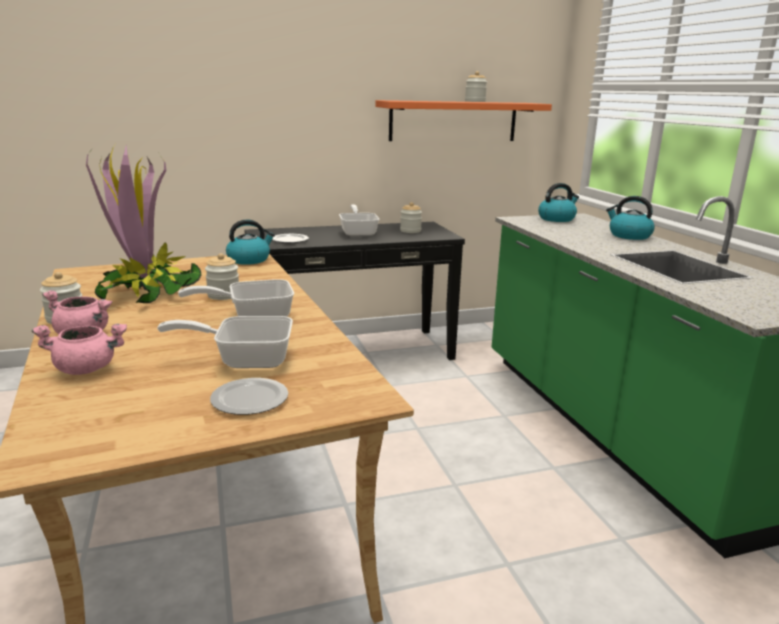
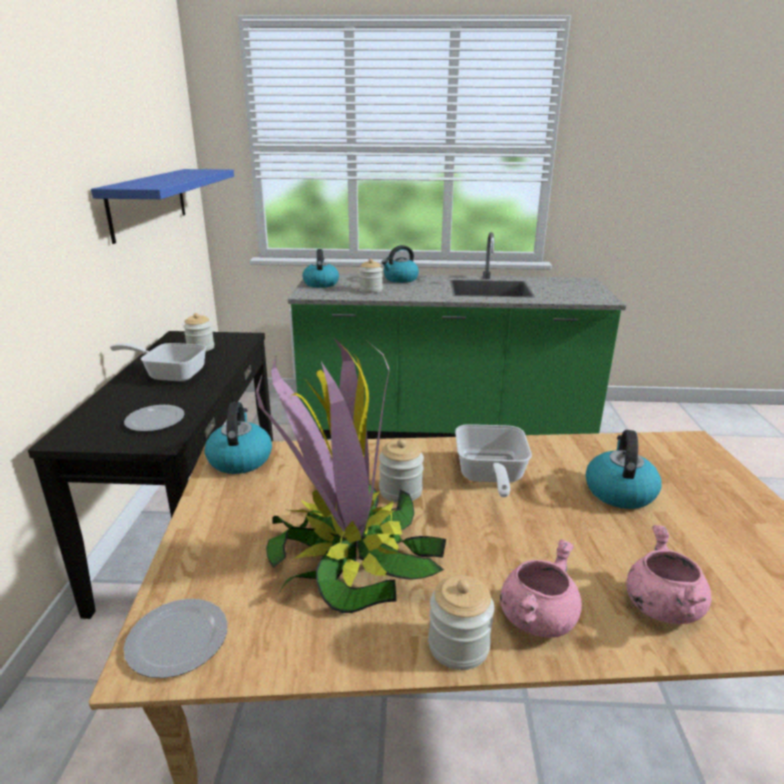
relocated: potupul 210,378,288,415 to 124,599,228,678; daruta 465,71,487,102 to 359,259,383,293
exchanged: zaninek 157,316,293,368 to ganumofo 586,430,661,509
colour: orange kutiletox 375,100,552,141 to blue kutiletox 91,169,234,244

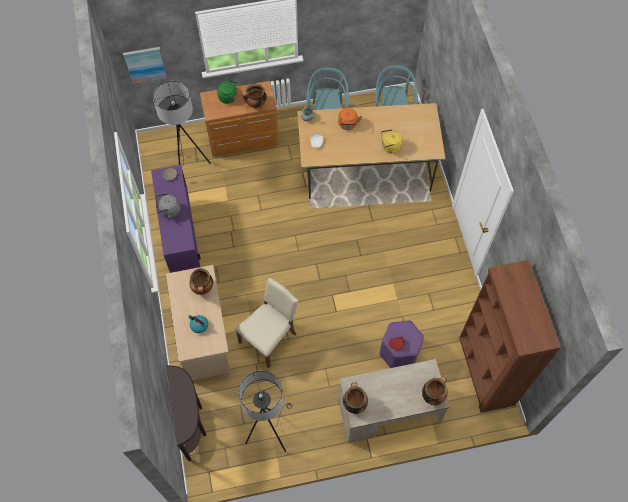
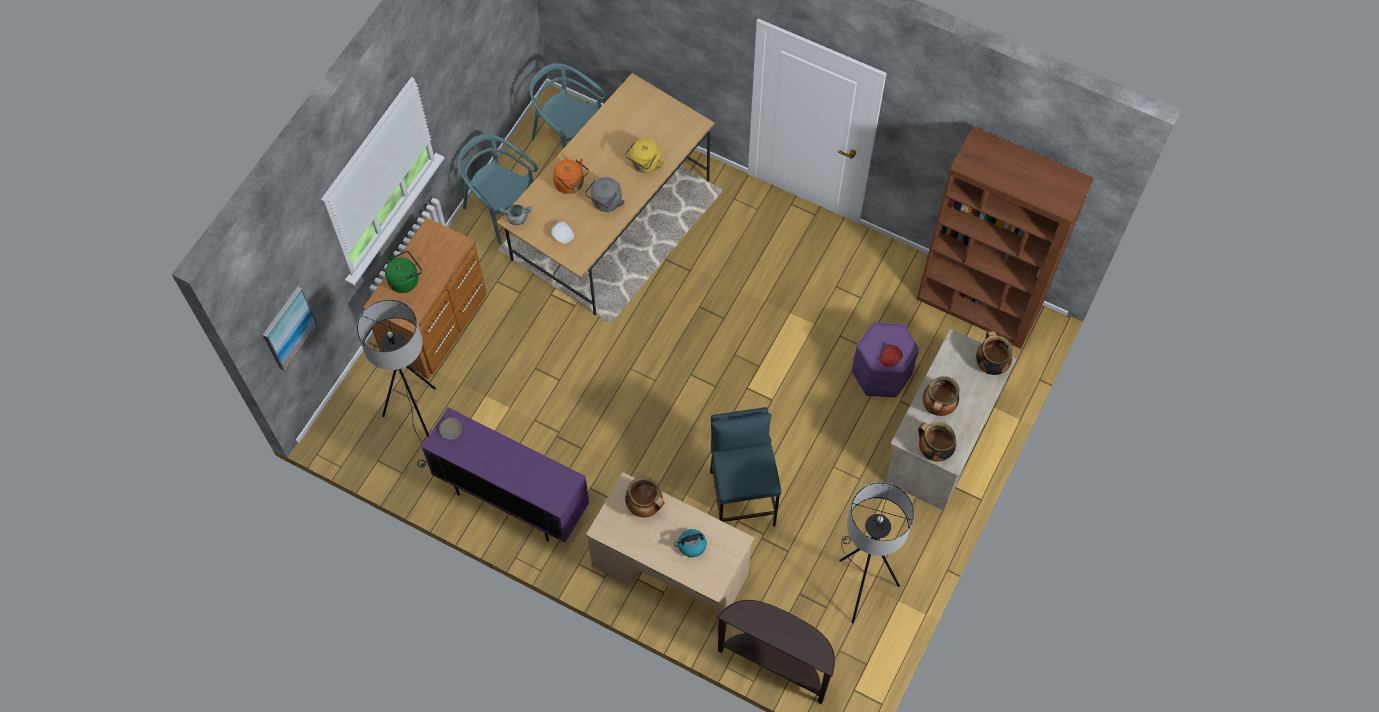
relocated: grey ganumofo 156,193,180,219 to 585,177,625,212; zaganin 242,84,267,108 to 923,376,959,416
exchanged: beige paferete 235,277,299,368 to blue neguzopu 710,407,781,527

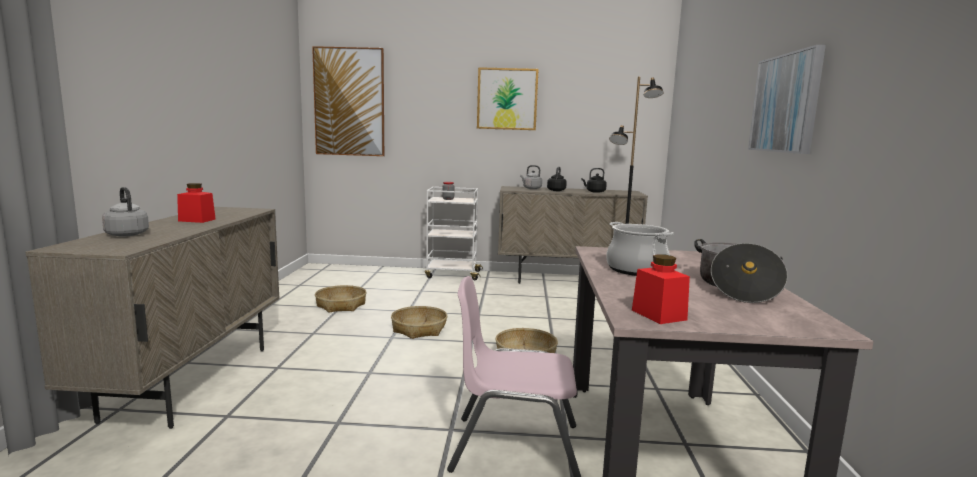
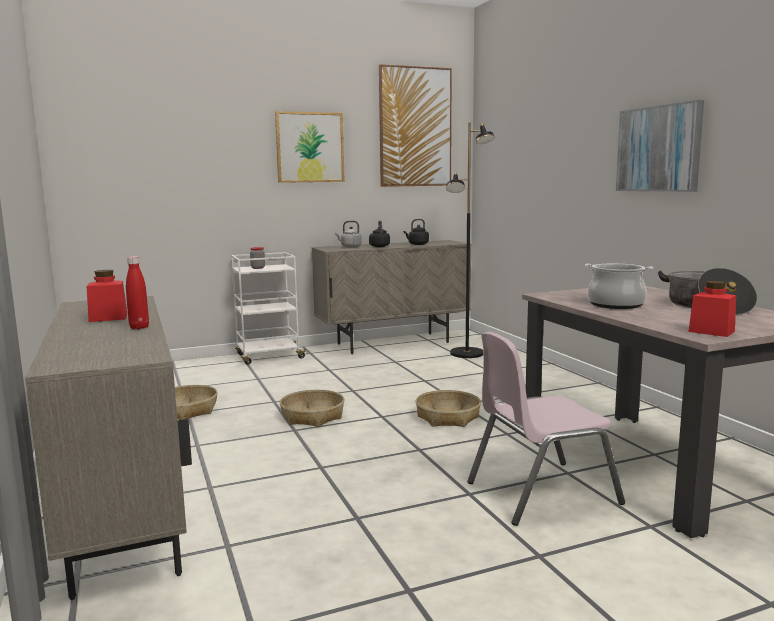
missing: grey ganumofo 102,187,149,237
appeared: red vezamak 126,256,149,329
relocated: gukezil 312,46,384,156 to 379,64,452,187

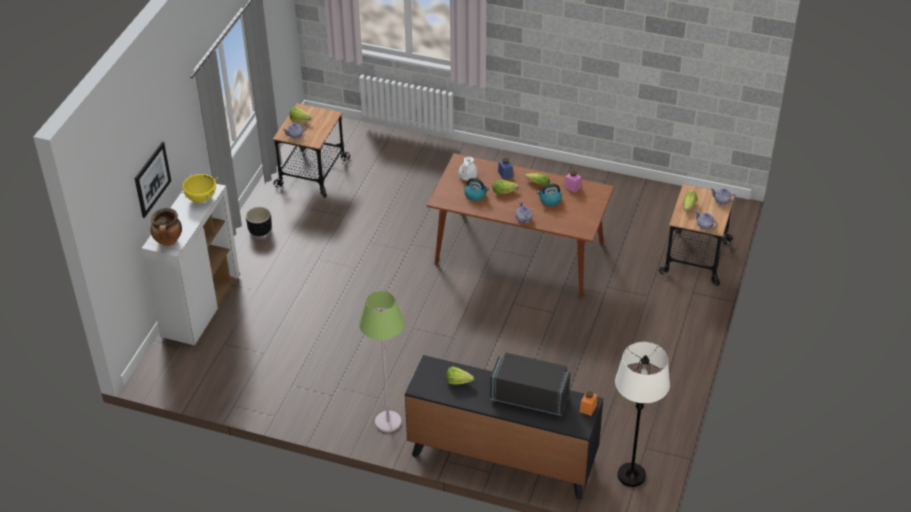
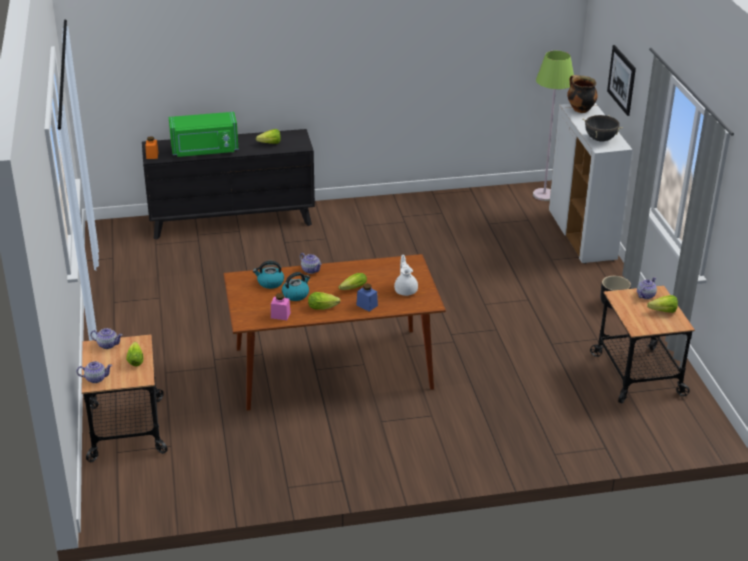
missing: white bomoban 615,342,670,487
relocated: green bomoban 359,291,405,432 to 533,51,574,201; ganumofo 464,178,489,201 to 253,261,284,289
colour: yellow zaganin 180,174,218,203 to black zaganin 582,115,623,142; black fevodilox 490,353,570,416 to green fevodilox 169,112,239,157

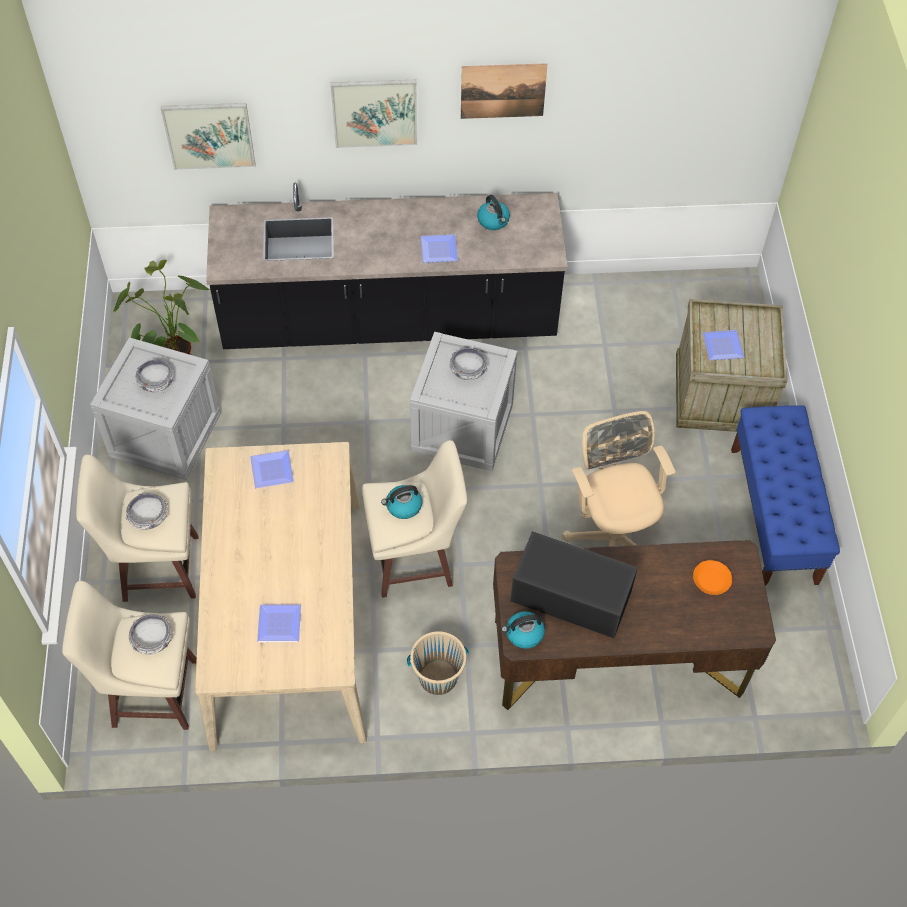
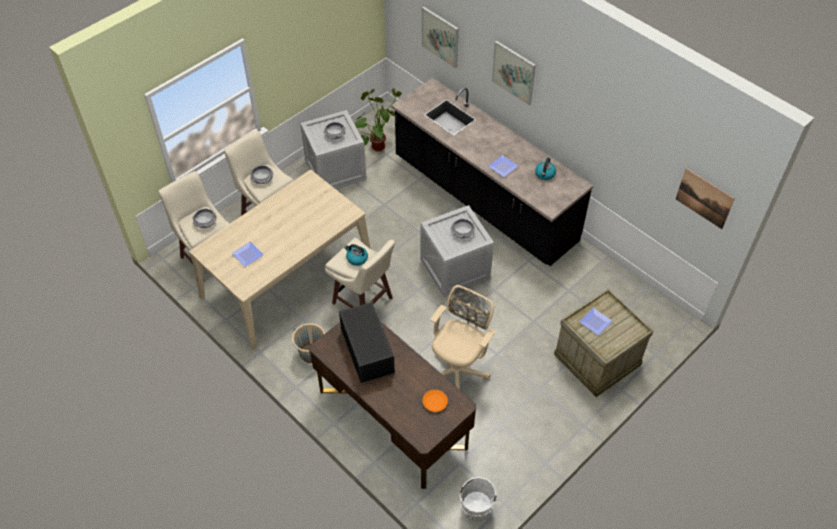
missing: potupul 250,450,294,488; ganumofo 501,611,545,649; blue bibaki 731,405,840,586
appeared: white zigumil 458,477,497,521
relocated: gukezil 461,63,548,119 to 676,168,735,229

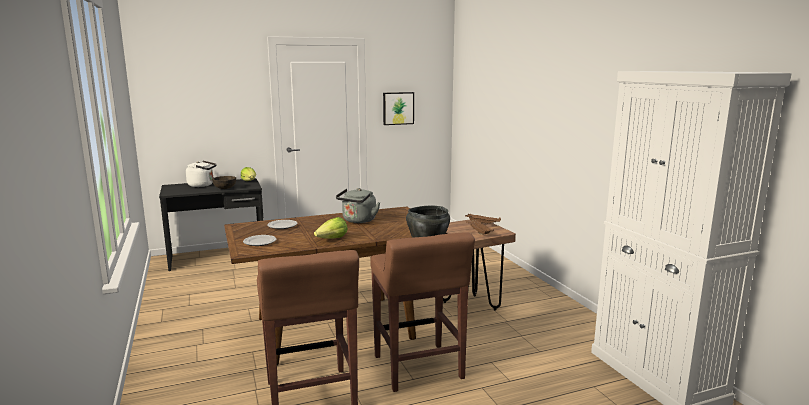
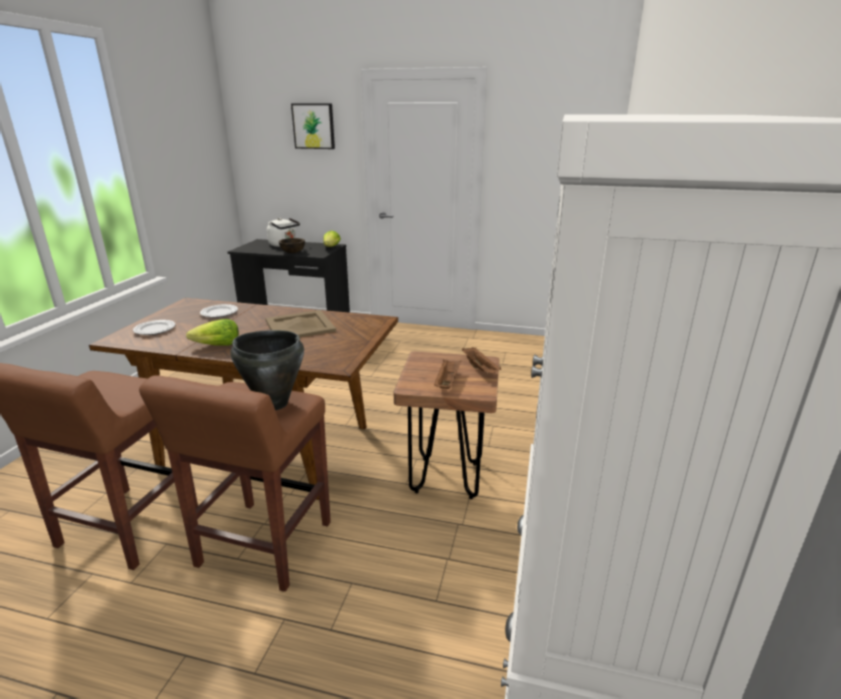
relocated: gukezil 383,92,414,125 to 291,104,335,149
exchanged: grey ganumofo 336,188,380,223 to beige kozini 265,310,336,337

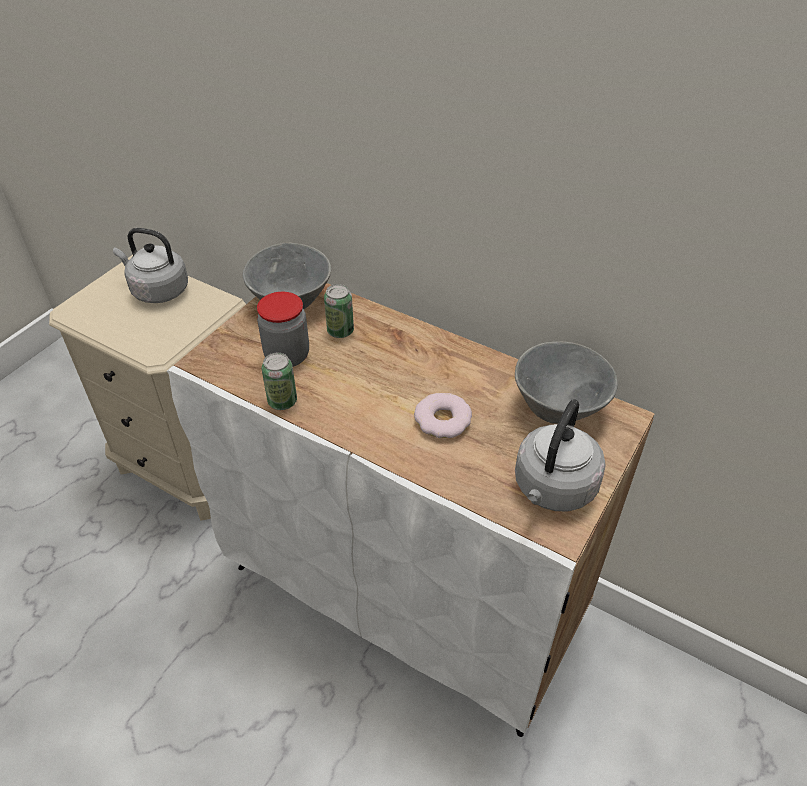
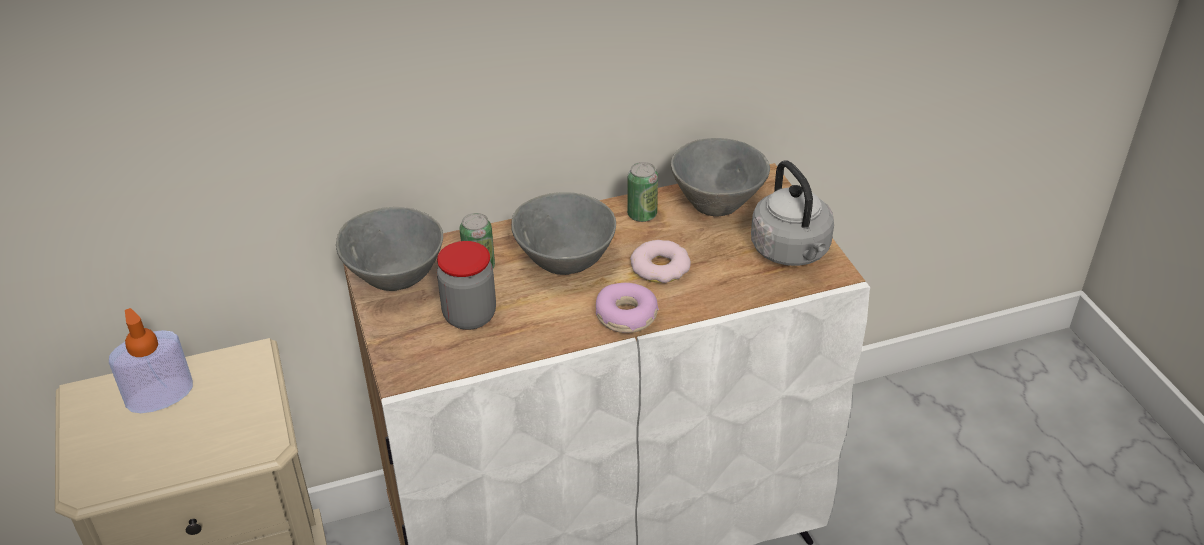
appeared: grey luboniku 511,192,616,275; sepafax 595,283,659,333
relocated: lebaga 262,353,297,410 to 627,162,658,222
exchanged: grey ganumofo 113,228,188,303 to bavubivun 109,308,193,413

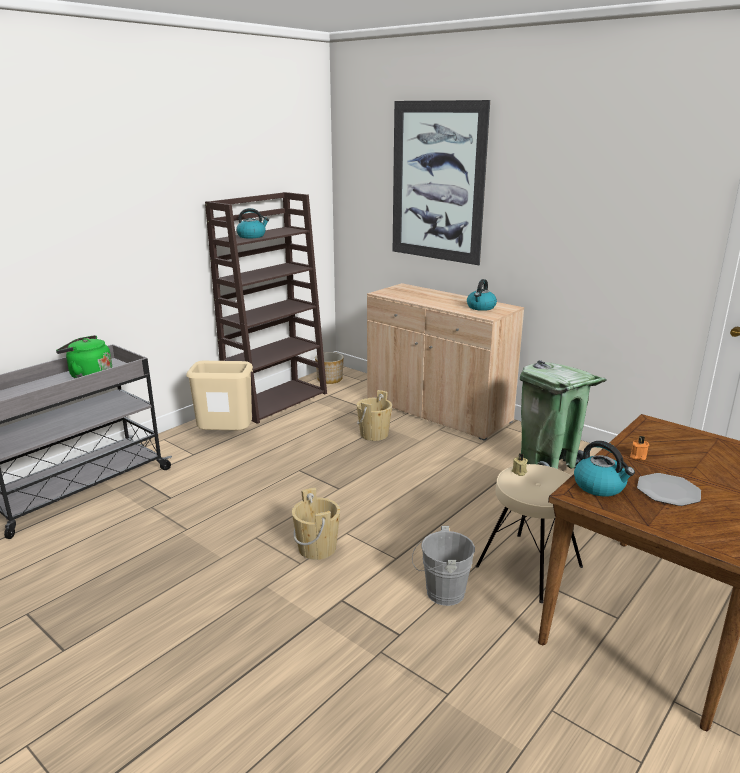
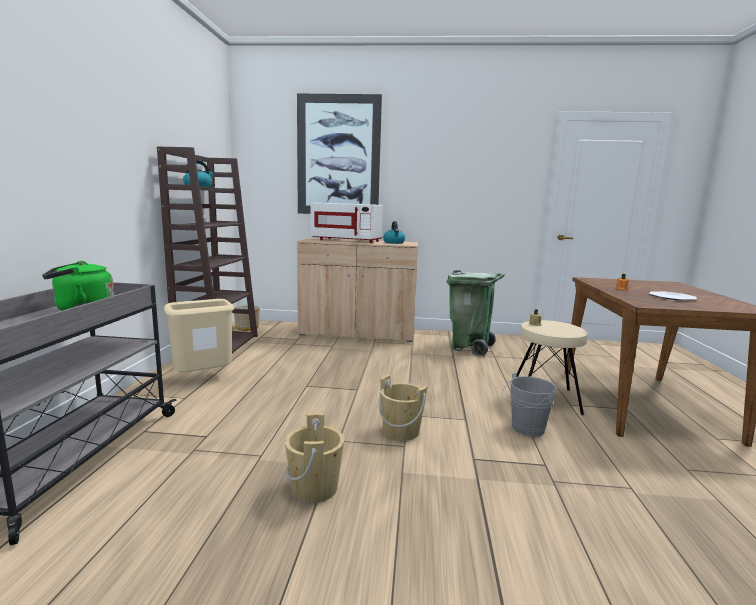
missing: ganumofo 574,441,635,497
appeared: white fevodilox 311,203,383,243
relocated: beige zigumil 357,390,392,441 to 285,413,344,503

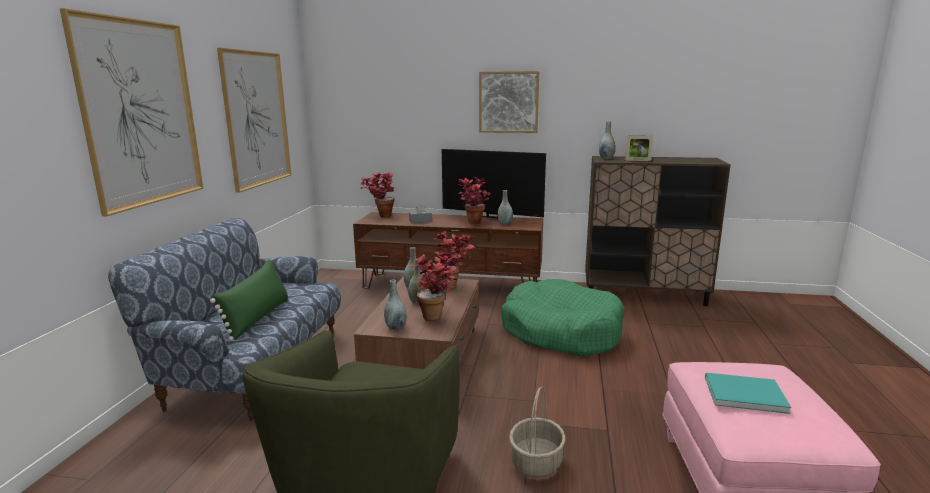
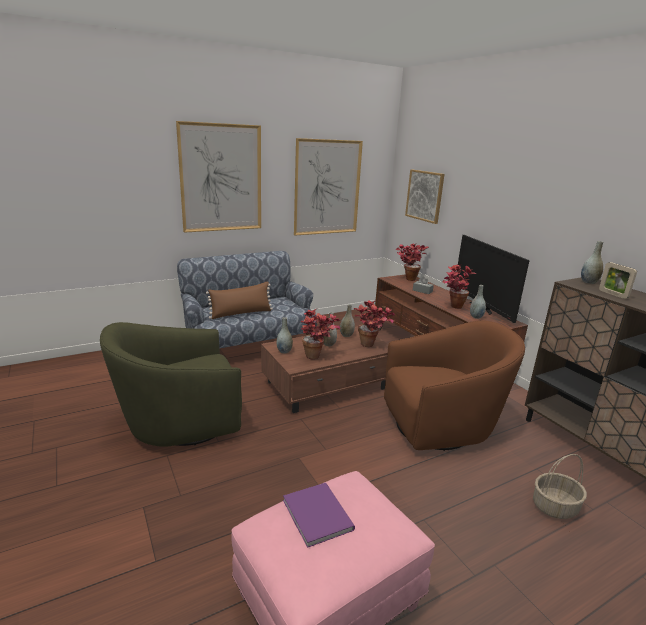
relocated: gukezil 479,71,539,133 to 405,169,445,224; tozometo 509,387,566,478 to 533,454,587,519
exchanged: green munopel 501,279,624,357 to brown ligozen 384,321,525,451
colour: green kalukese 210,259,288,341 to brown kalukese 206,281,273,319; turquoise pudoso 705,373,791,414 to purple pudoso 283,483,355,548

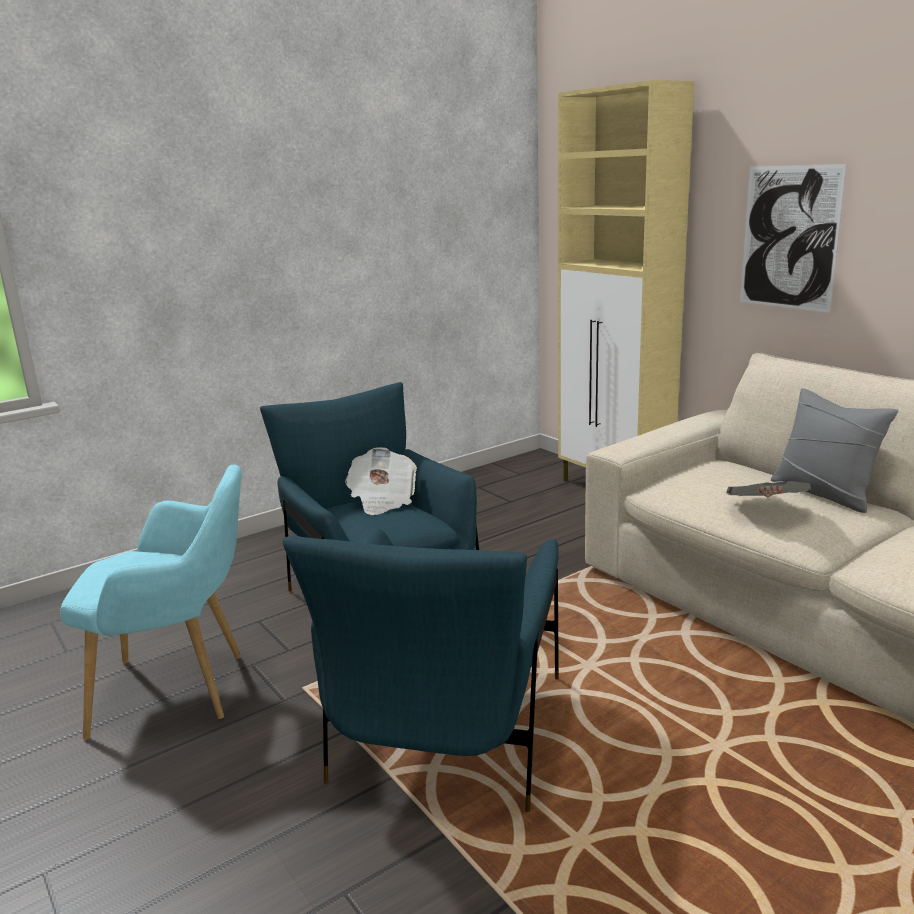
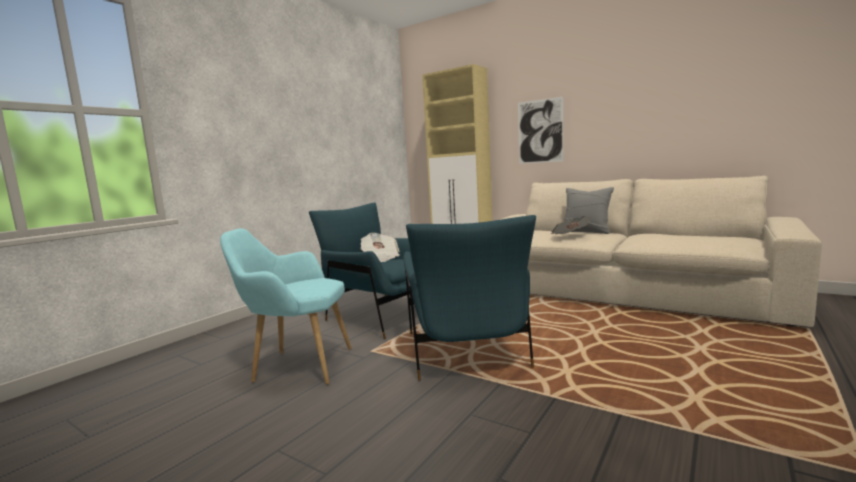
spun: turquoise ligozen 60,465,241,740 = 220,228,351,385 150 degrees counterclockwise

